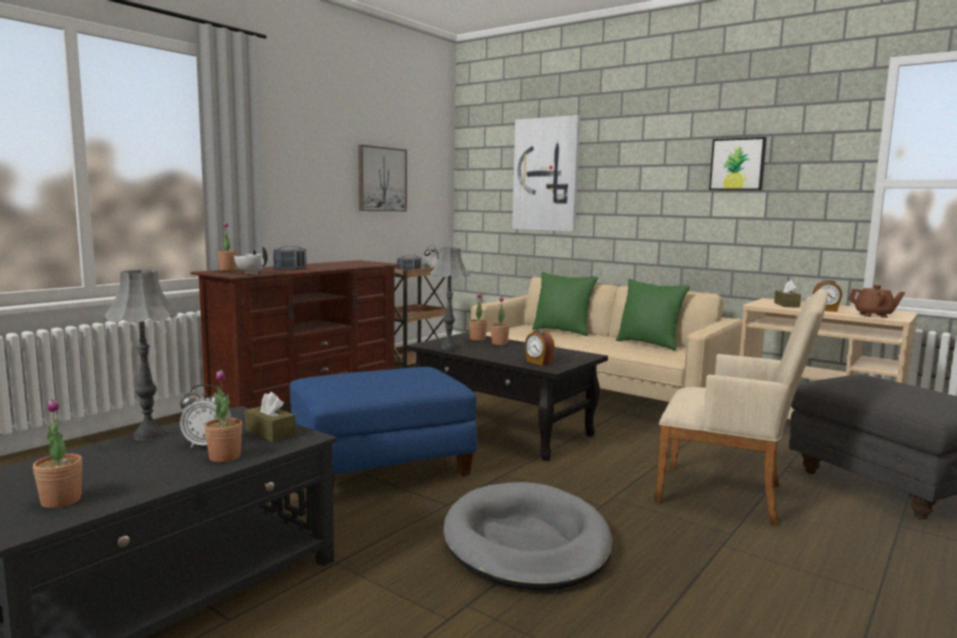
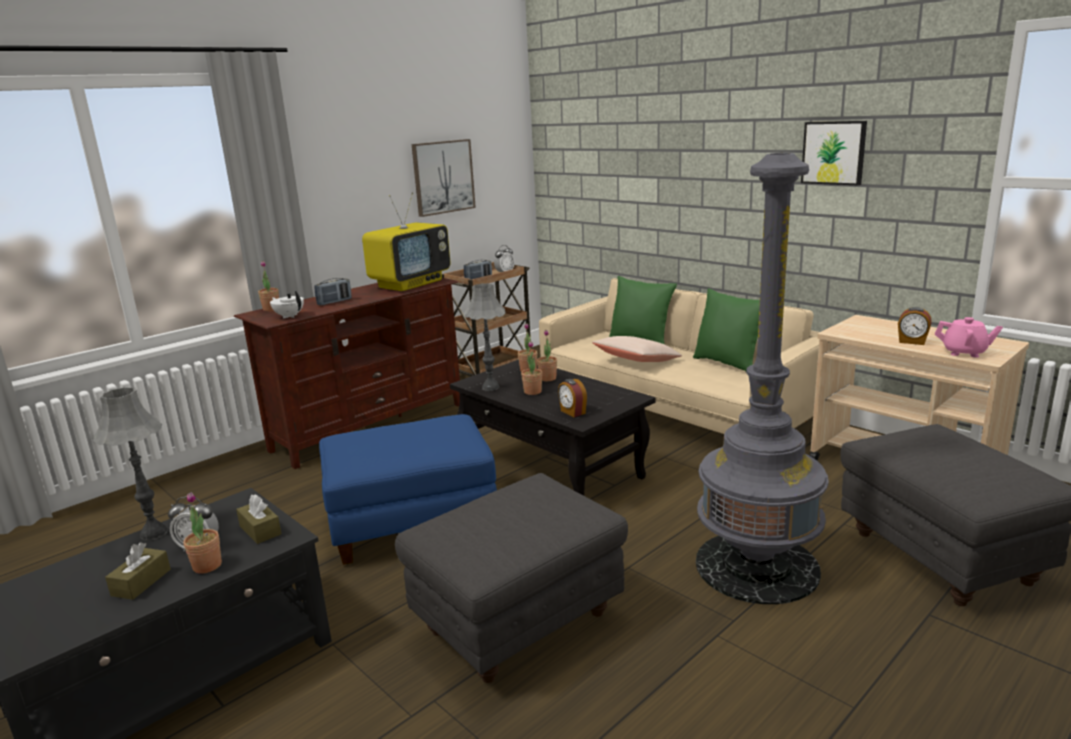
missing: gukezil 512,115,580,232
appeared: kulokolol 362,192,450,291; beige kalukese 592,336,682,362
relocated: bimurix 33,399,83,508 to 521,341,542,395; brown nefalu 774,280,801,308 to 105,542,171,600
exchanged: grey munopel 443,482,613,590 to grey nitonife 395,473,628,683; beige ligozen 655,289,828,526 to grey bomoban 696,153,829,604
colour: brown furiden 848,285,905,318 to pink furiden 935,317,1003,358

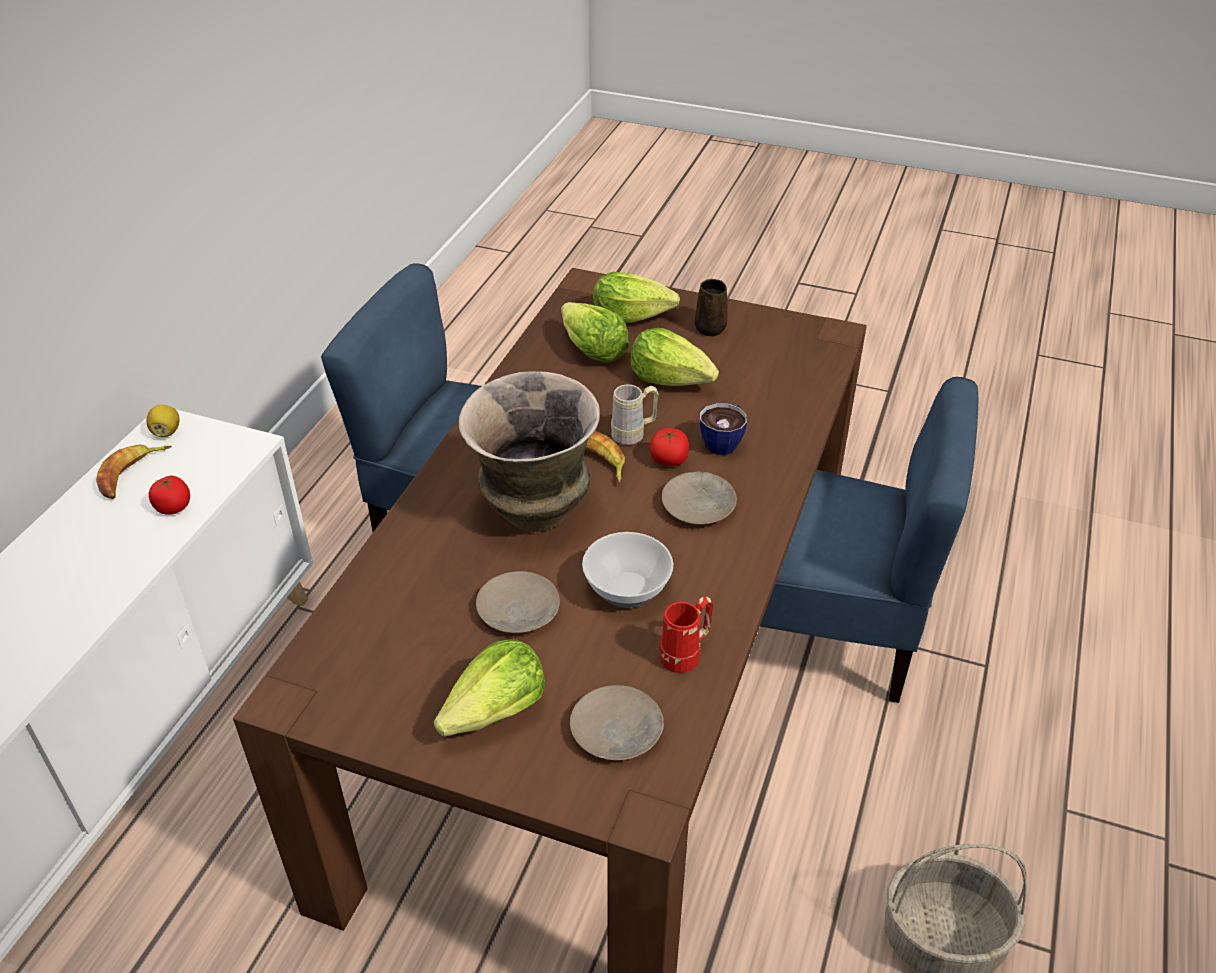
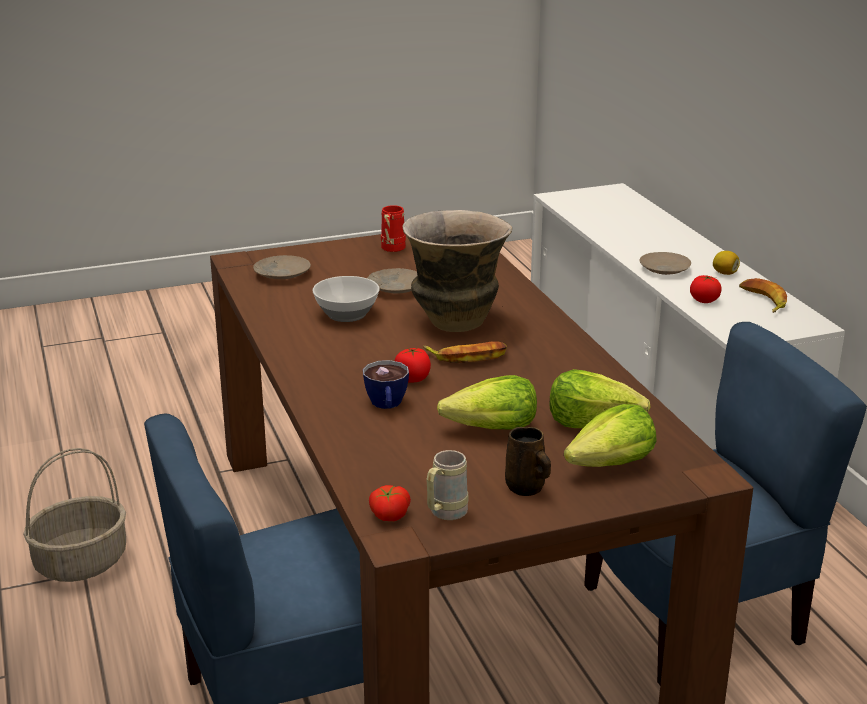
missing: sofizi 434,639,545,736
appeared: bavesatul 369,485,411,521
relocated: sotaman 146,405,179,437 to 713,251,740,275; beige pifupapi 611,384,658,445 to 426,450,469,520; red pifupapi 660,597,713,673 to 381,205,406,252; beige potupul 662,472,737,525 to 639,252,691,275

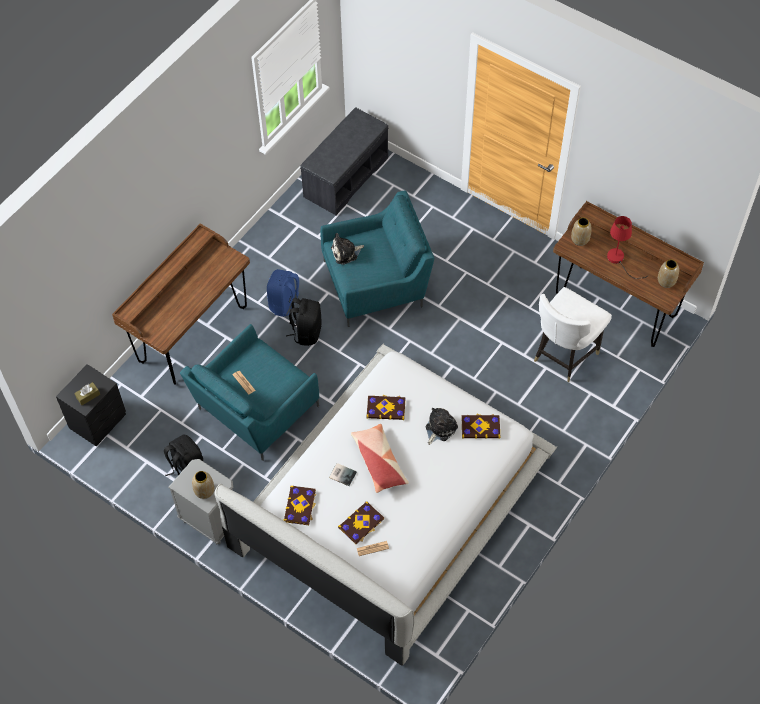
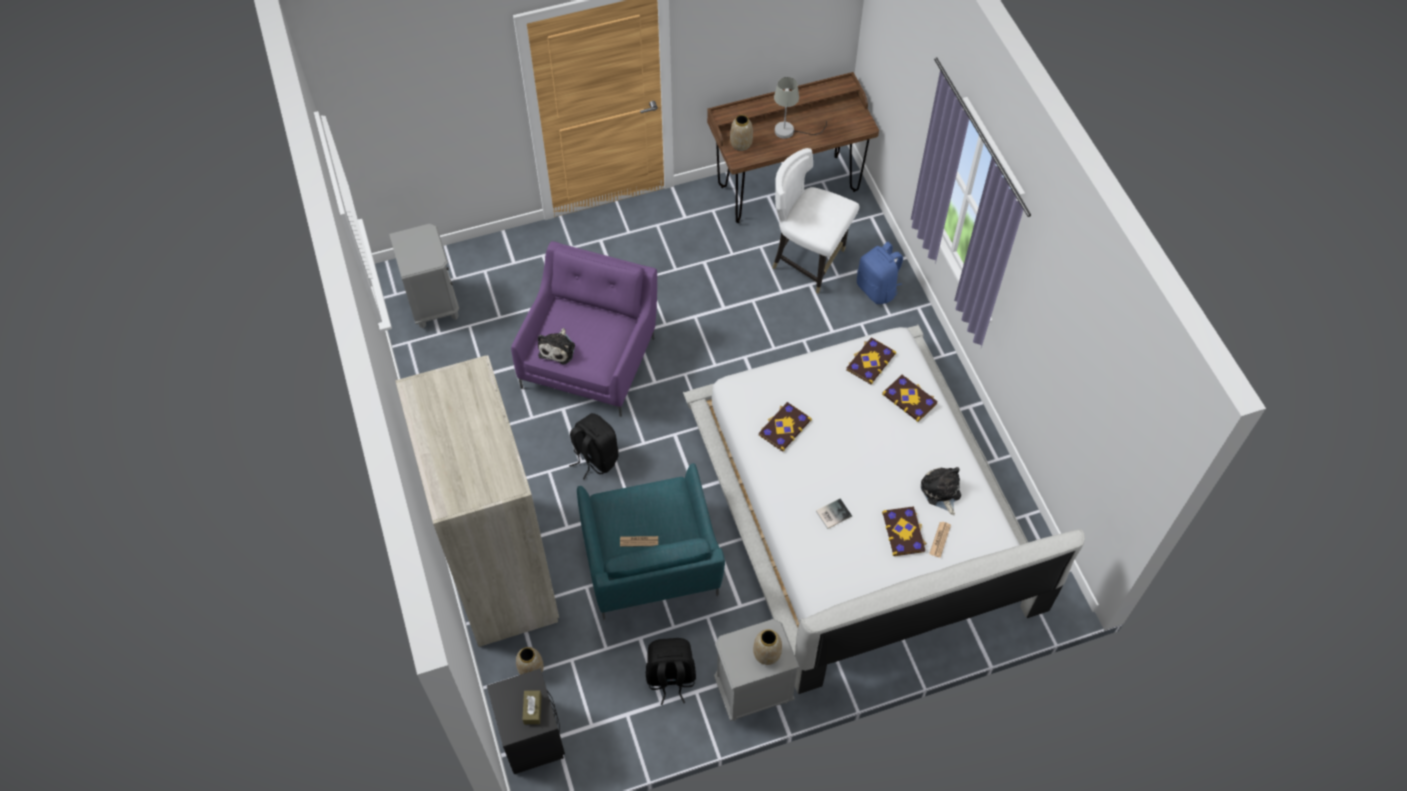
missing: kalukese 351,424,409,493
relocated: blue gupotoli 267,269,299,317 to 857,242,903,304; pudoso 284,486,316,525 to 882,375,938,422; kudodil 426,408,458,445 to 921,467,961,515; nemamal 658,259,679,288 to 516,647,544,675
exchanged: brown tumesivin 112,223,250,385 to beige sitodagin 395,355,559,647; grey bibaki 300,107,388,215 to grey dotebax 389,224,459,329
colour: turquoise ligozen 320,190,434,327 to purple ligozen 511,241,657,417; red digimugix 607,216,649,279 to grey digimugix 774,77,827,139
spun: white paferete 534,287,612,382 = 772,148,859,294 135 degrees clockwise

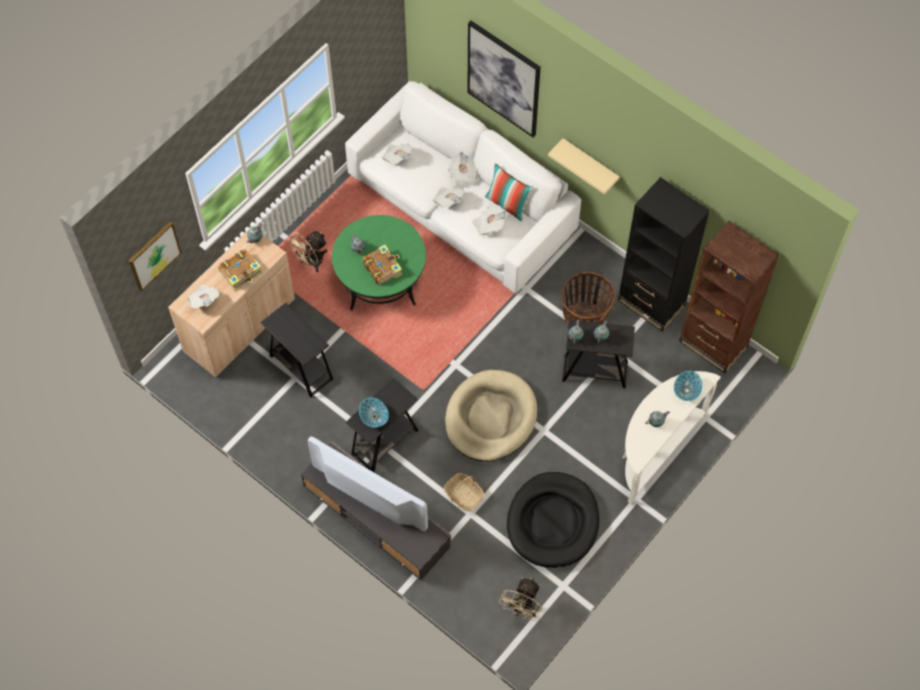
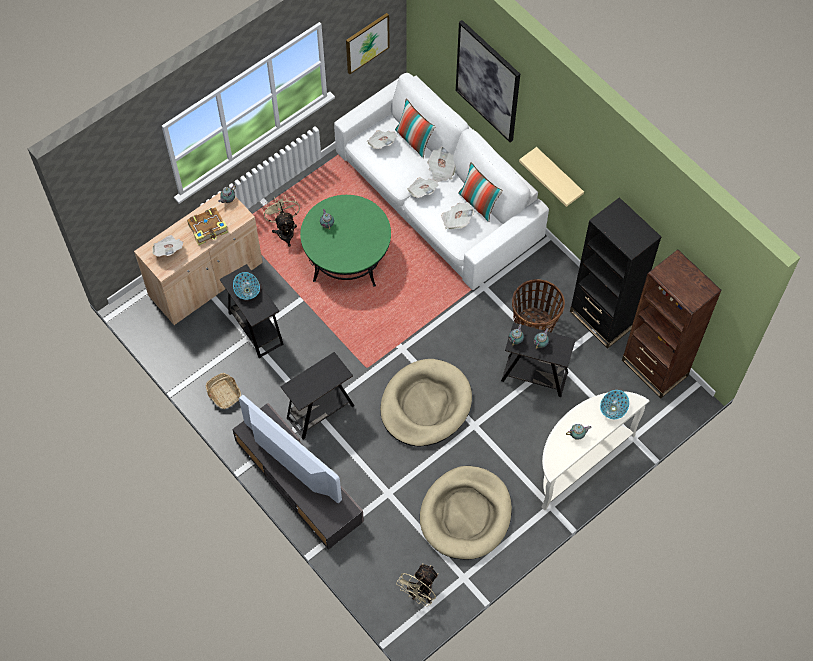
missing: pudoso 363,245,402,285
appeared: kalukese 395,99,435,158
relocated: gukezil 128,221,182,291 to 346,13,390,74; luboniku 359,398,389,427 to 233,272,260,300; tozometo 444,473,484,511 to 206,373,241,409
colour: black munopel 507,472,599,568 to beige munopel 420,466,512,560
spun: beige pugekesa 287,231,327,272 = 262,195,300,247 105 degrees clockwise

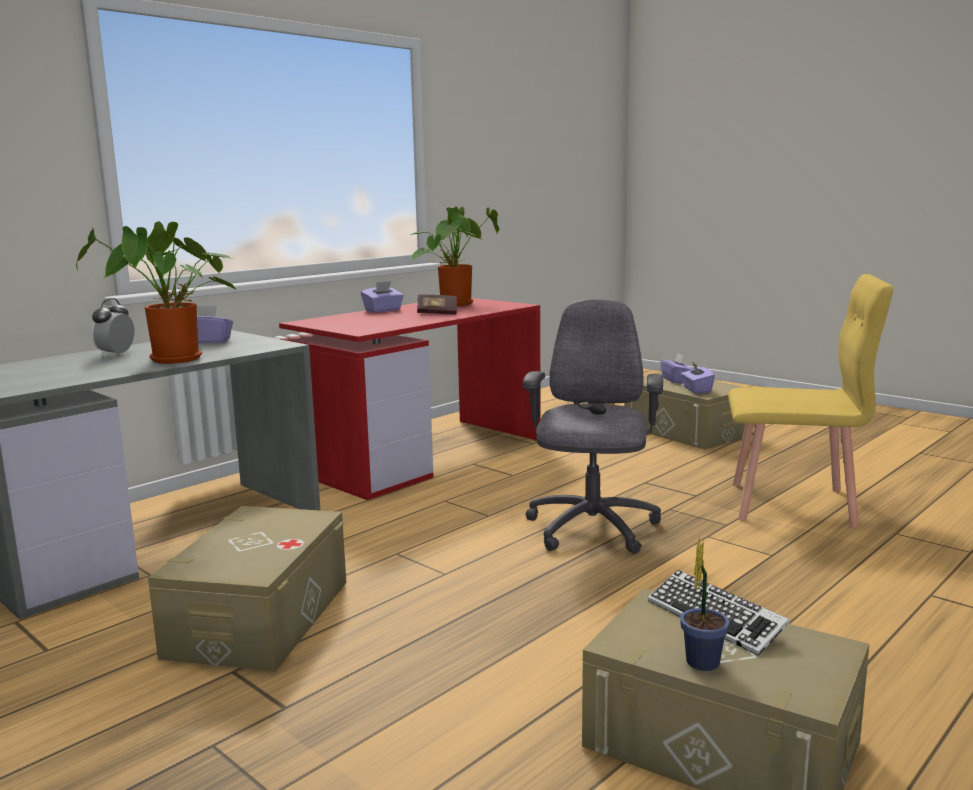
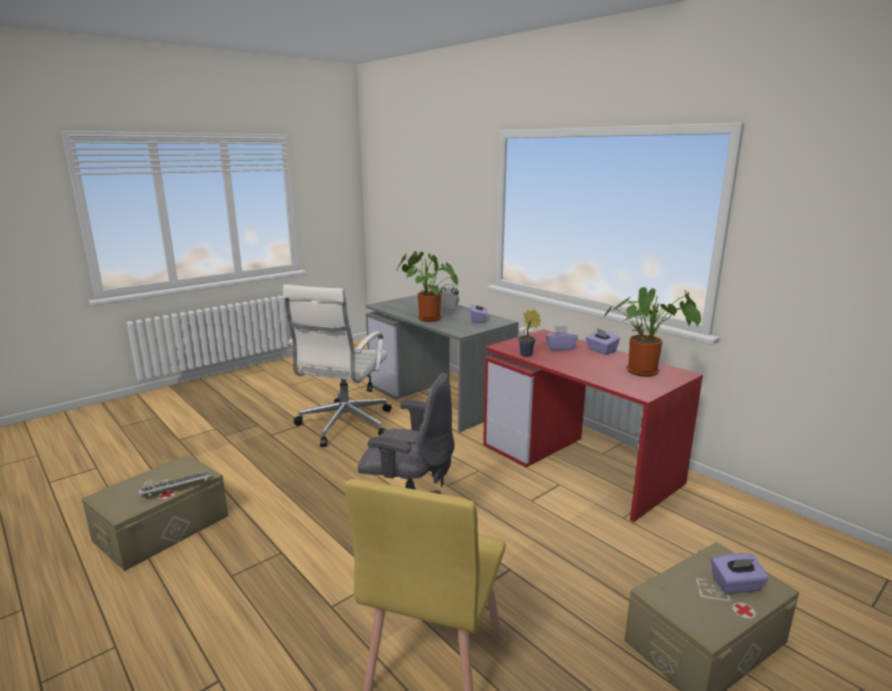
missing: pudoso 417,295,457,315
relocated: bimurix 680,537,730,671 to 518,309,541,356; purple nefalu 681,362,715,393 to 545,326,578,350
exchanged: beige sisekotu 148,506,346,672 to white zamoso 283,284,392,447

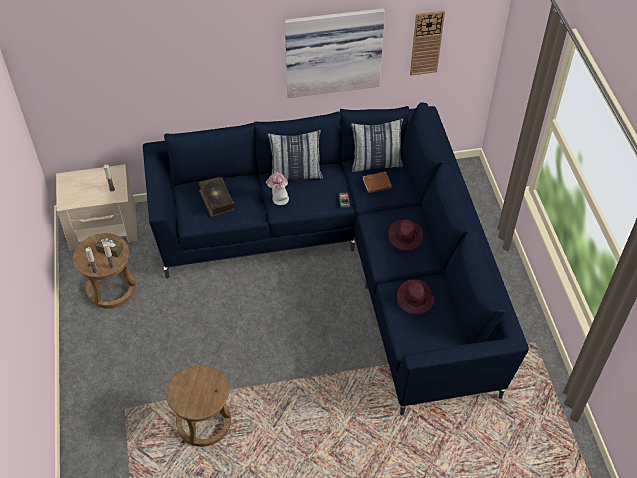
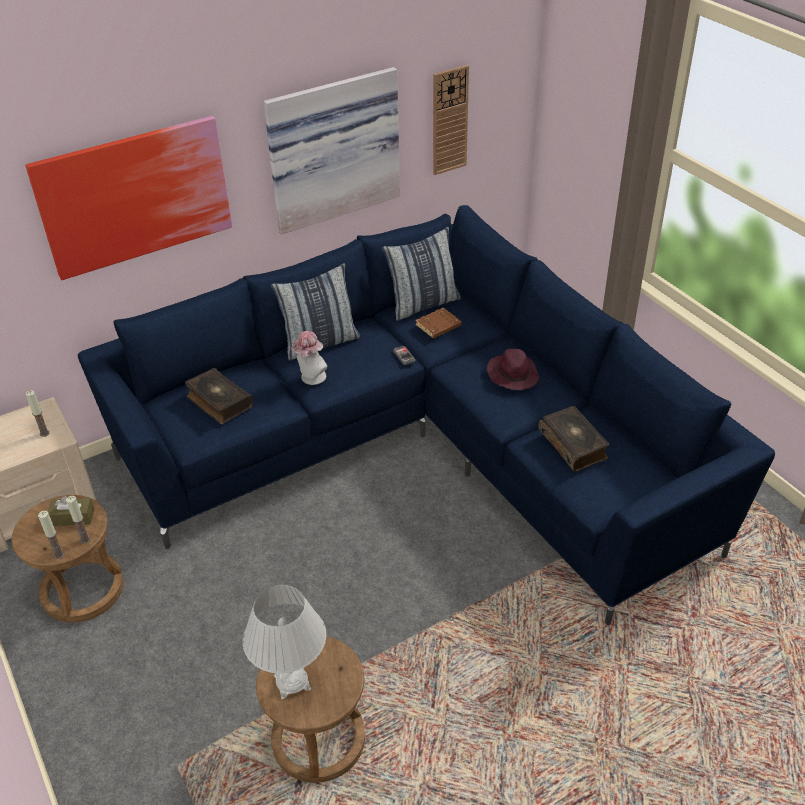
appeared: gukezil 25,116,232,280; white digimugix 243,585,326,699
exchanged: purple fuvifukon 397,279,434,314 to pudoso 538,406,609,472

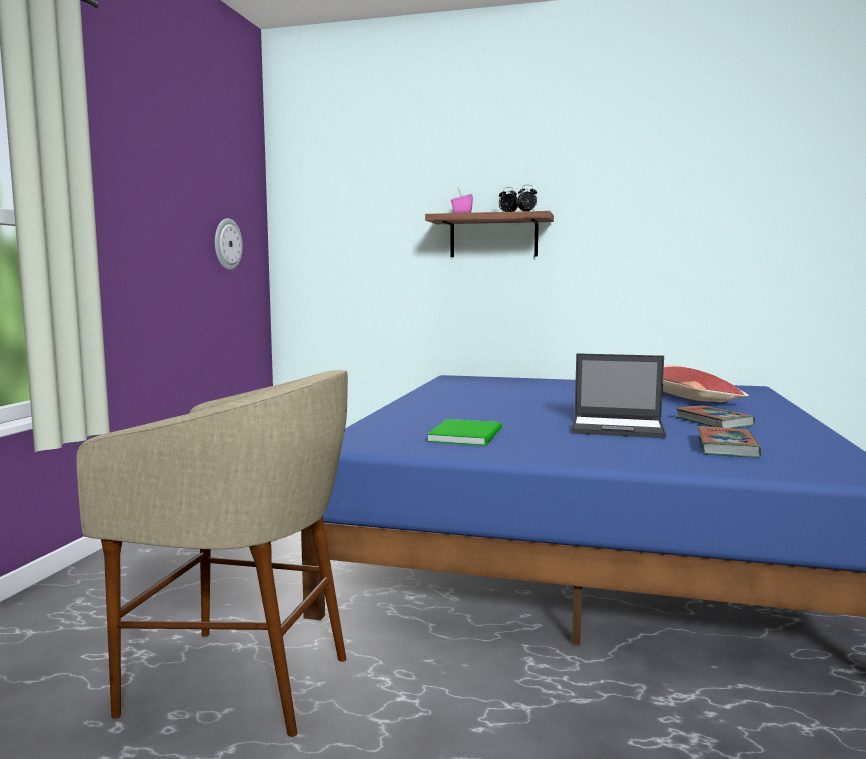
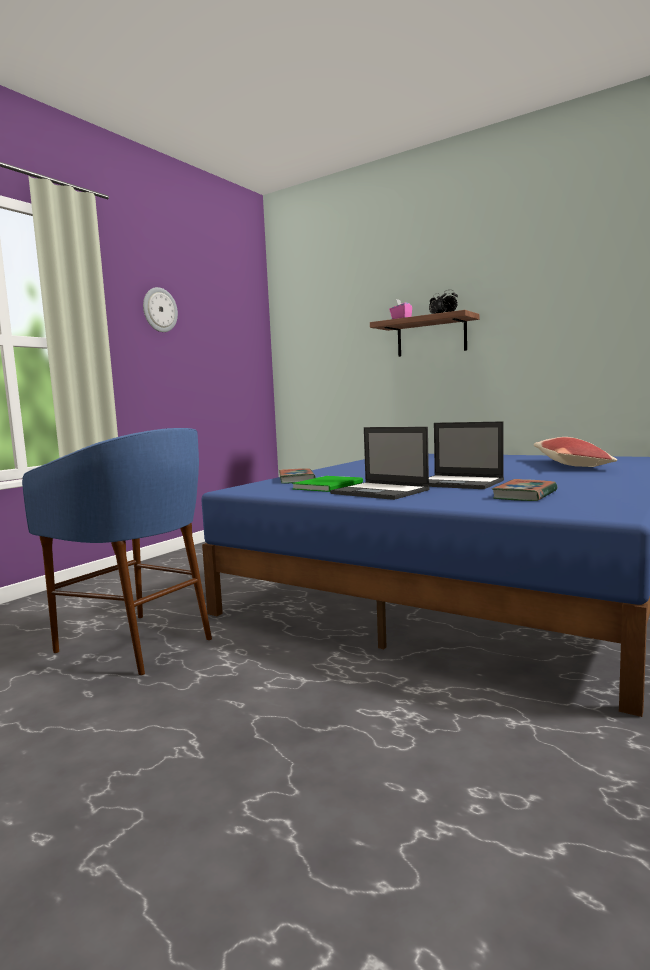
appeared: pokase 330,427,430,500
relocated: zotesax 215,218,243,270 to 143,287,178,332; pudoso 676,406,755,428 to 279,468,316,484
colour: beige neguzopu 76,370,348,737 to blue neguzopu 22,428,212,675

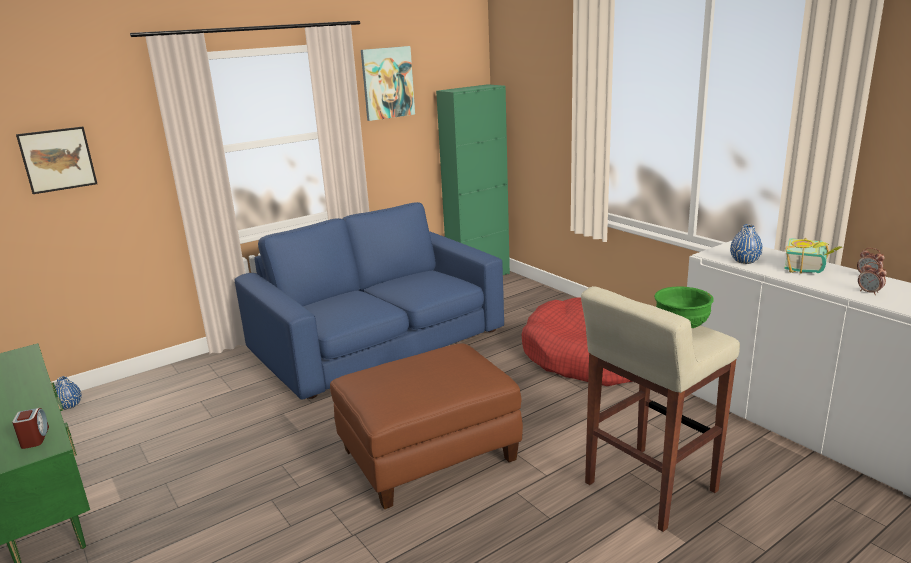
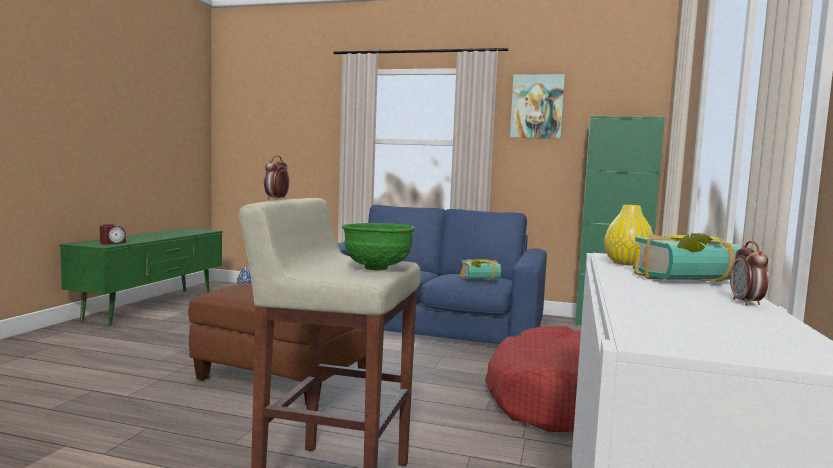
missing: gukezil 16,127,97,194
appeared: pudoso 460,259,501,280
relocated: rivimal 858,262,887,295 to 264,155,289,200
colour: blue nemamal 730,224,763,264 to yellow nemamal 604,205,653,266

